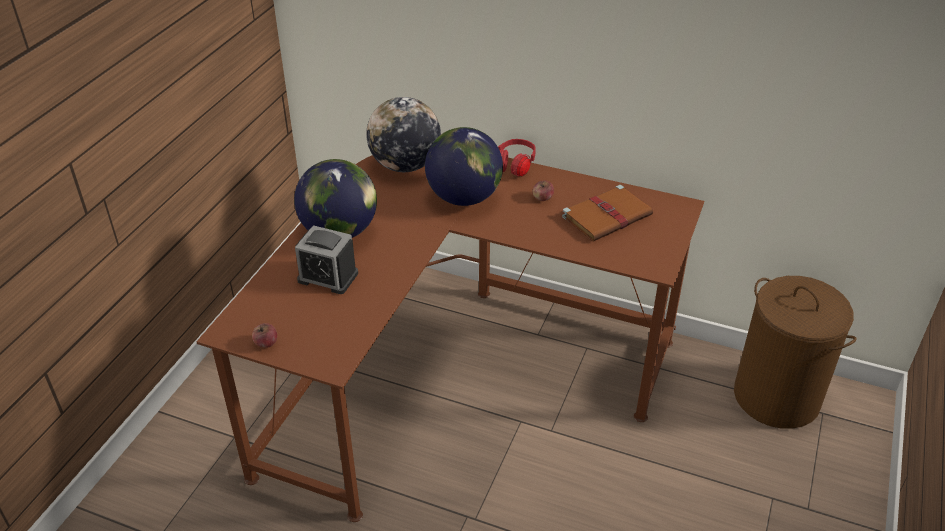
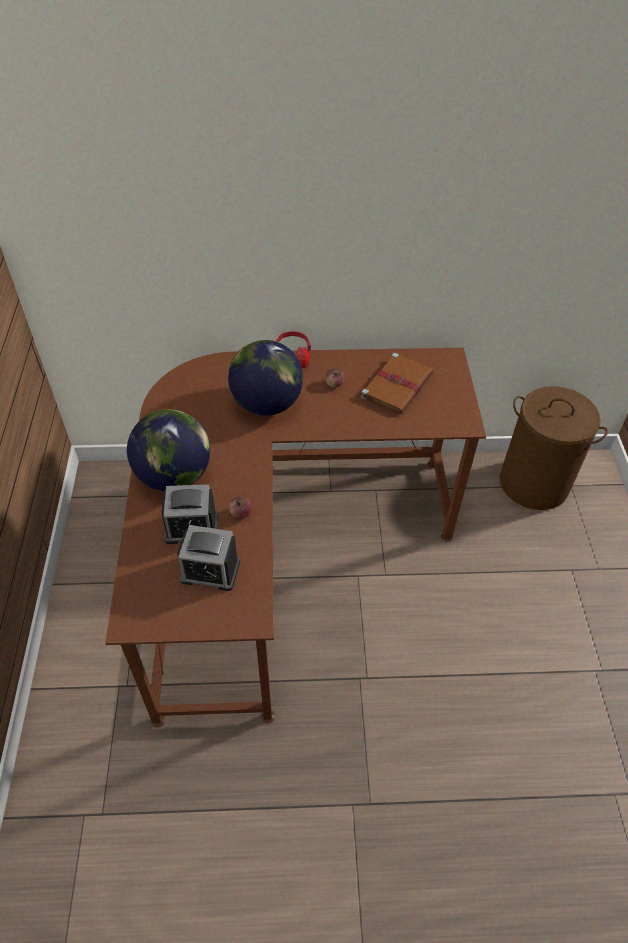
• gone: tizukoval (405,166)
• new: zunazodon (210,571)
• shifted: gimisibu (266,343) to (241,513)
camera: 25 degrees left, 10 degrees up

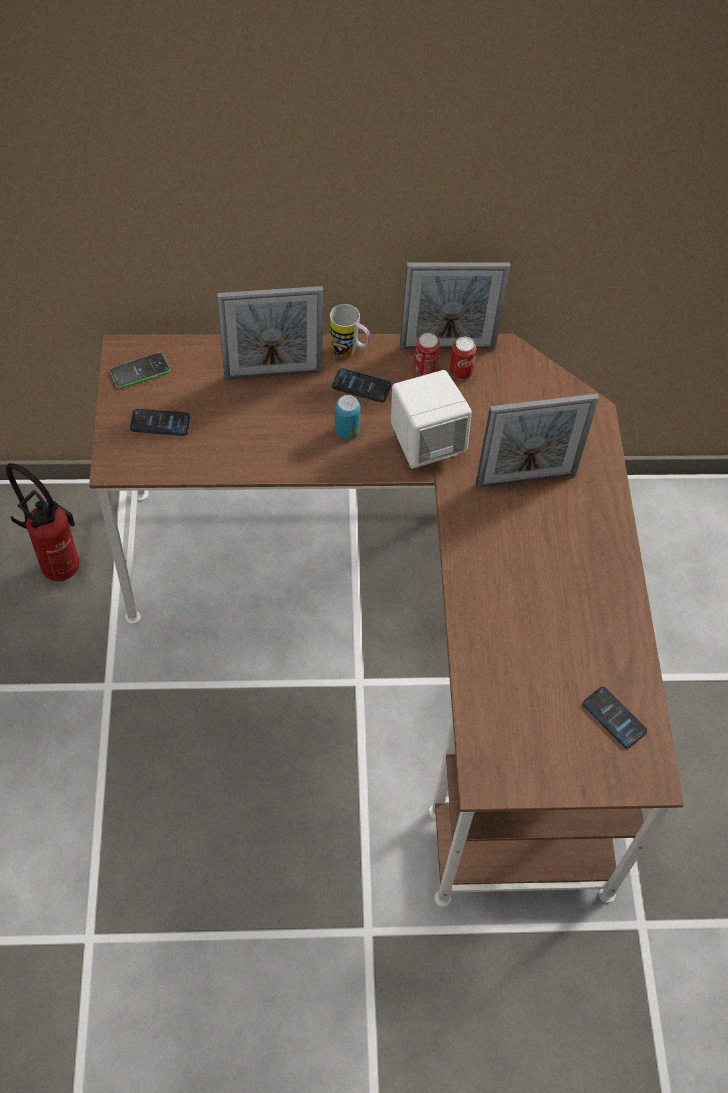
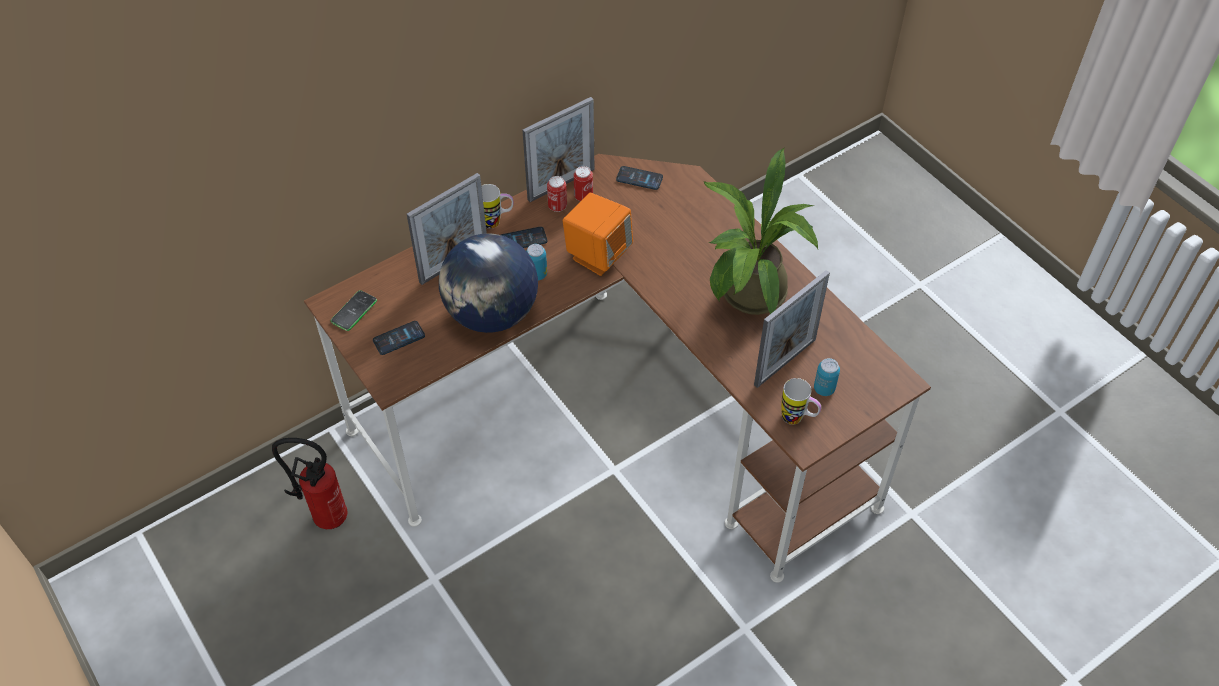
• new: tizukoval (491,314)
• new: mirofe (748,298)
• new: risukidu (798,420)
• new: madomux (824,389)
• shifted: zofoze (525,479) to (785,362)
• shifted: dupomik (614,718) to (639,178)
• repainted: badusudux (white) (426,444) to badusudux (orange) (598,254)
camera: 30 degrees left, 5 degrees down

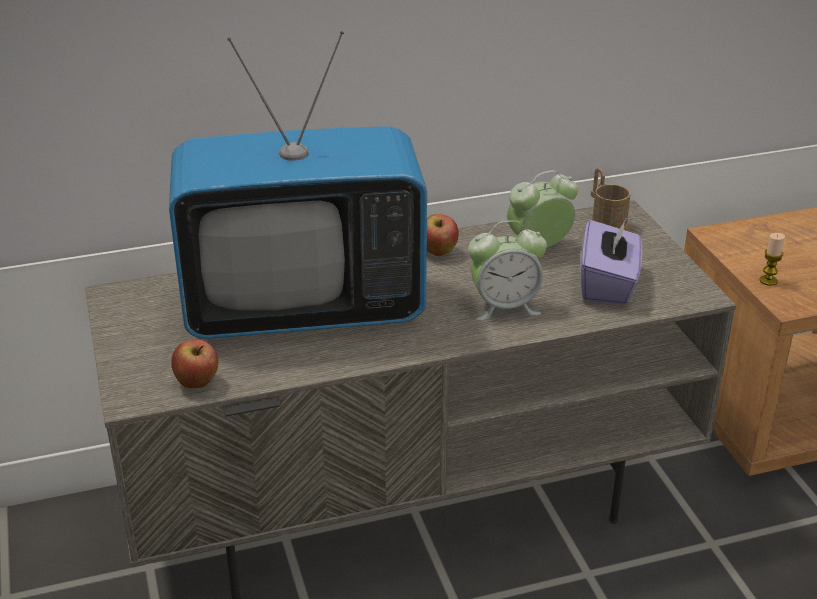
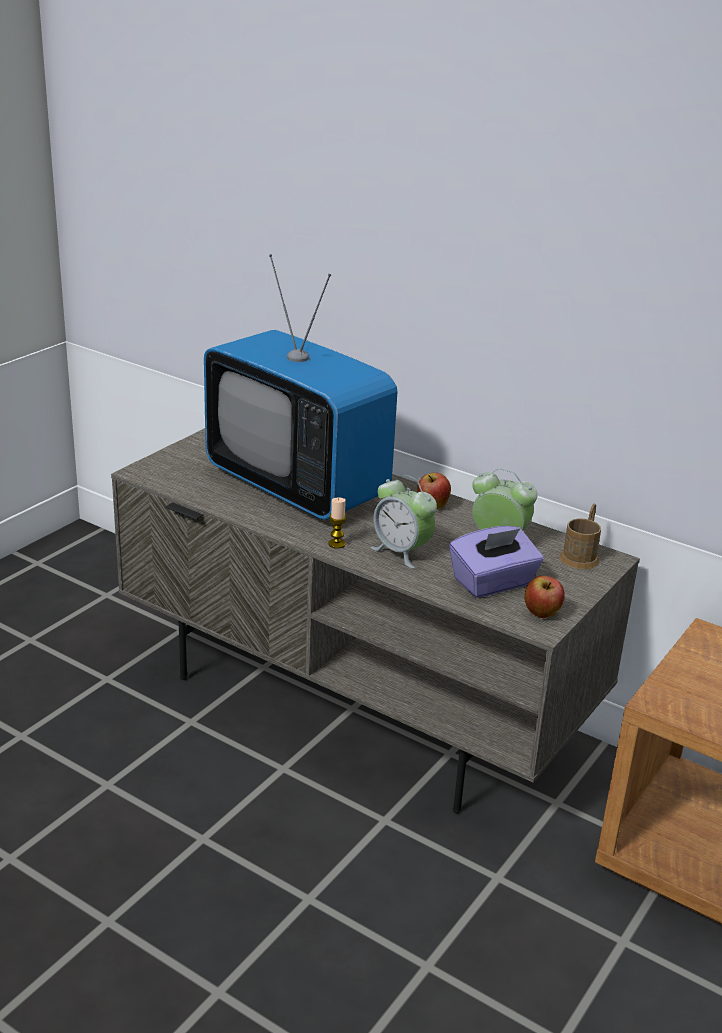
• shifted: gimisibu (197,383) to (541,614)
• shifted: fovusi (768,280) to (336,544)
camera: 50 degrees right, 5 degrees down

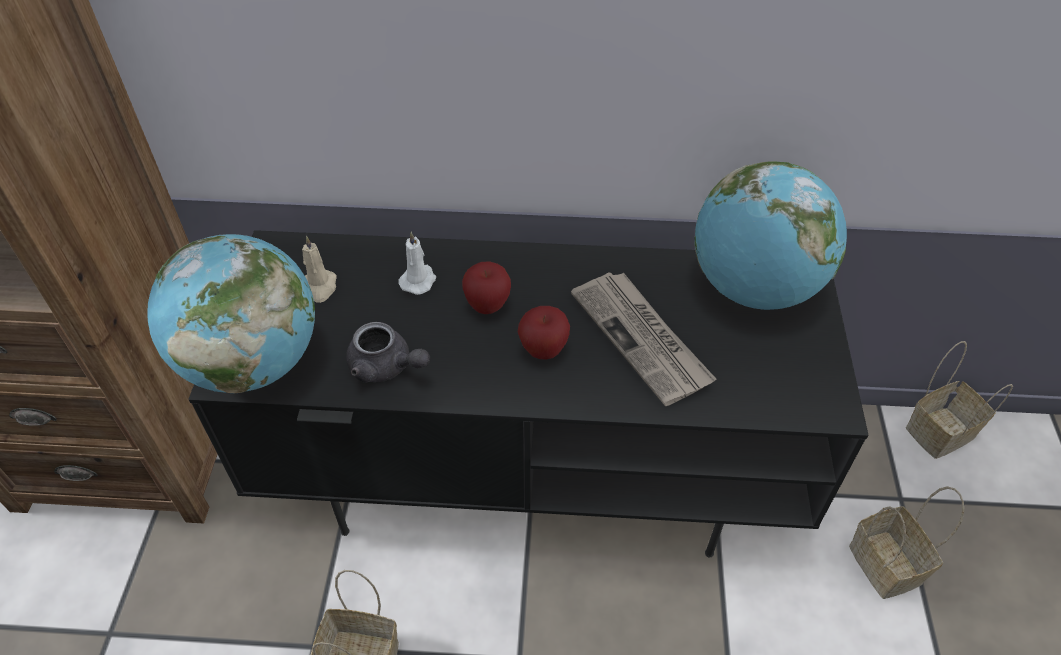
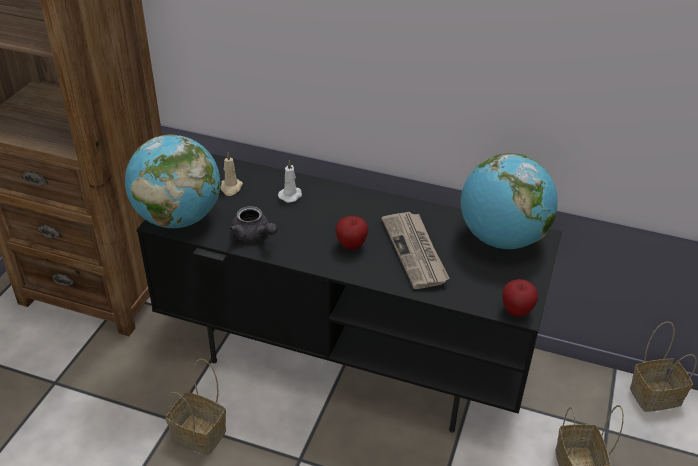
• shifted: gimisibu (487,306) to (516,311)
camera: 15 degrees right, 10 degrees down

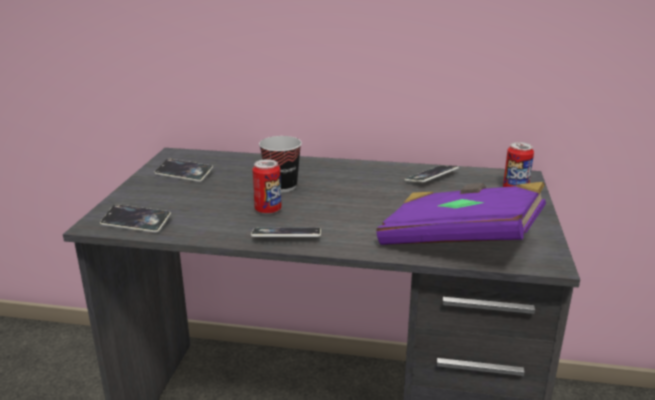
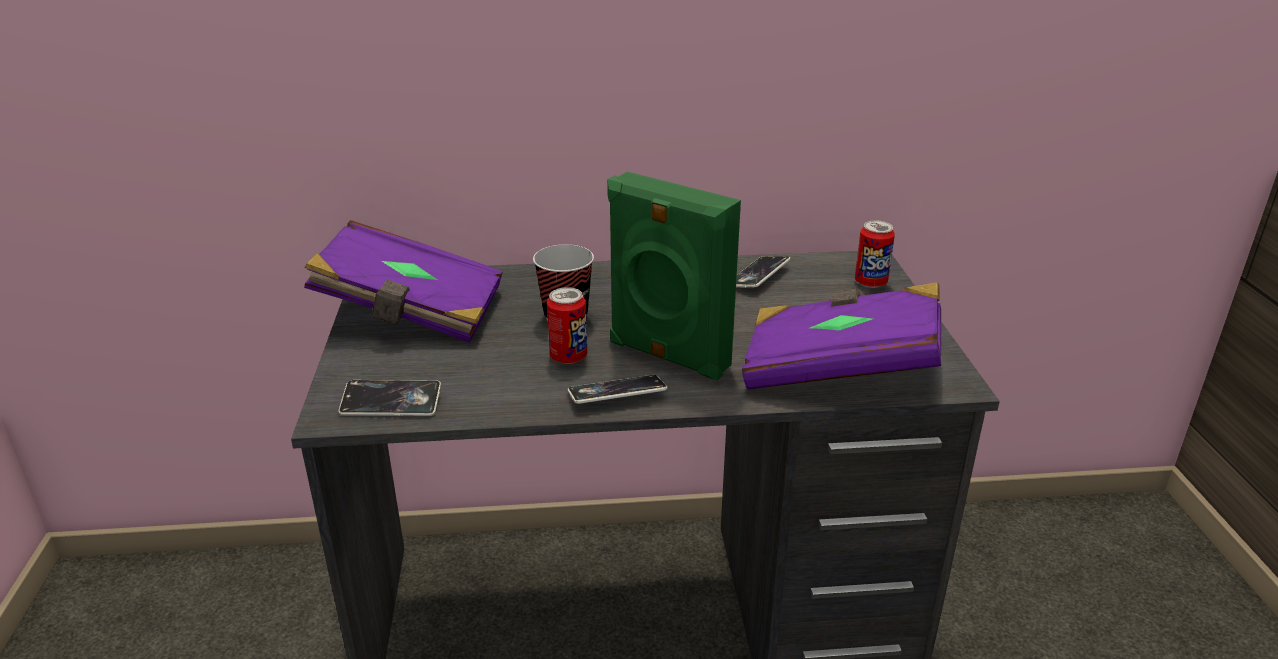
• new: badusudux (green) (667,356)
• swapped: dupomik (184,173) to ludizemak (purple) (411,313)
camera: 15 degrees left, 5 degrees up

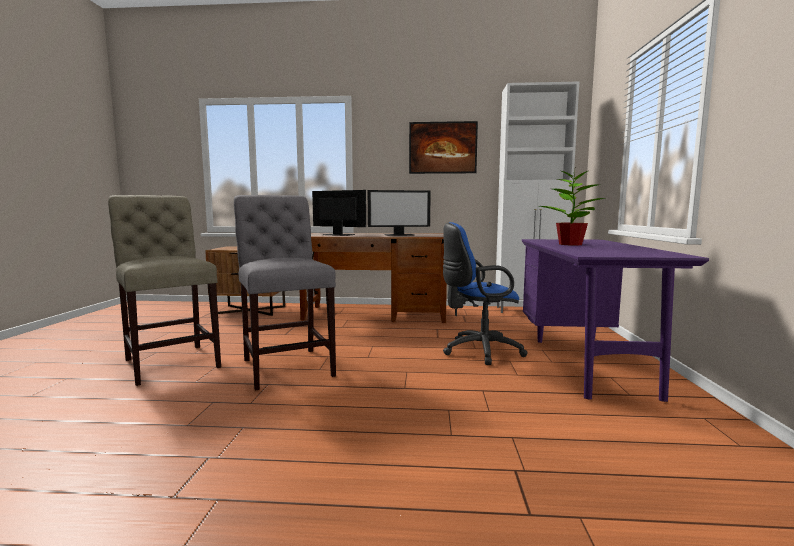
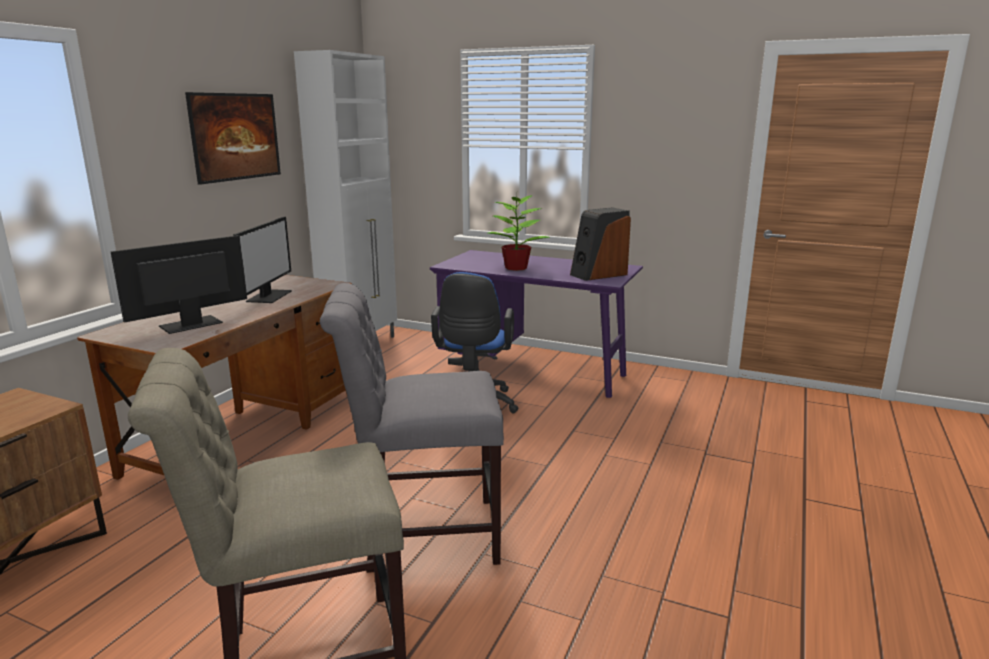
• new: badusudux (598,274)
camera: 70 degrees left, 10 degrees up

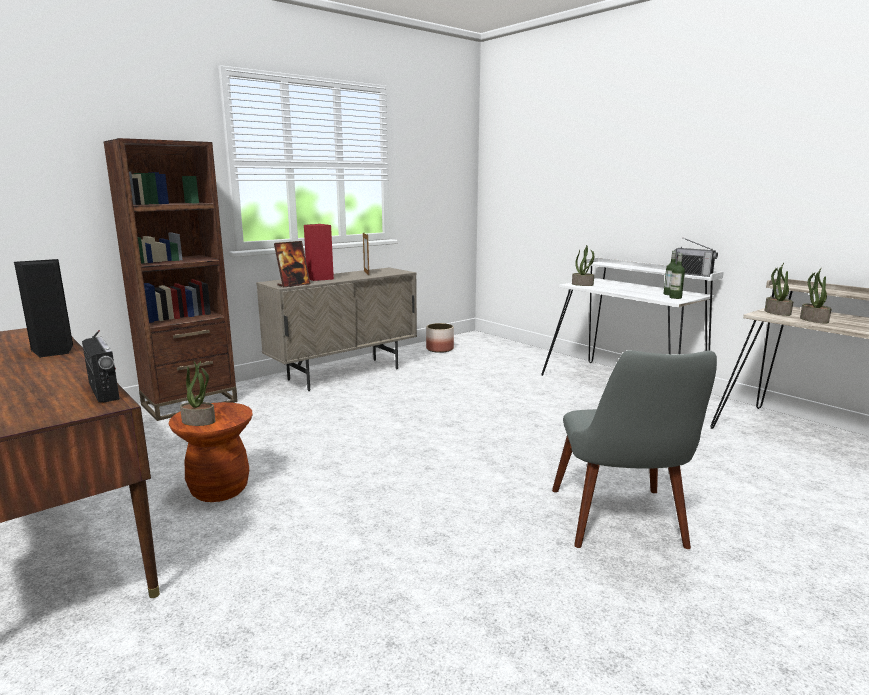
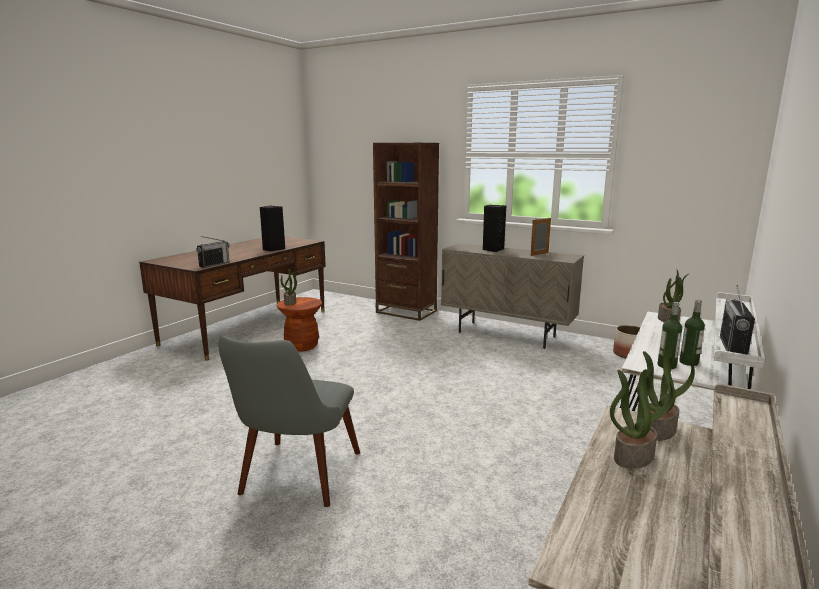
• gone: zofoze (293,285)
• repainted: badusudux (red) (319,279) to badusudux (black) (493,249)
• rotated: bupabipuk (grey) (623,527) = (295,481) 60 degrees counterclockwise
camera: 70 degrees right, 0 degrees up

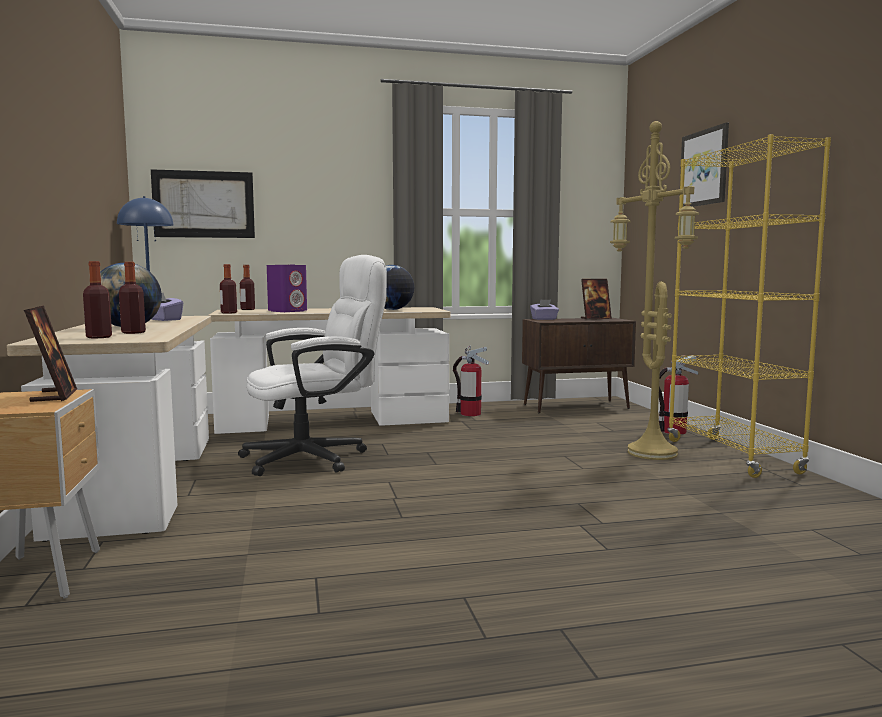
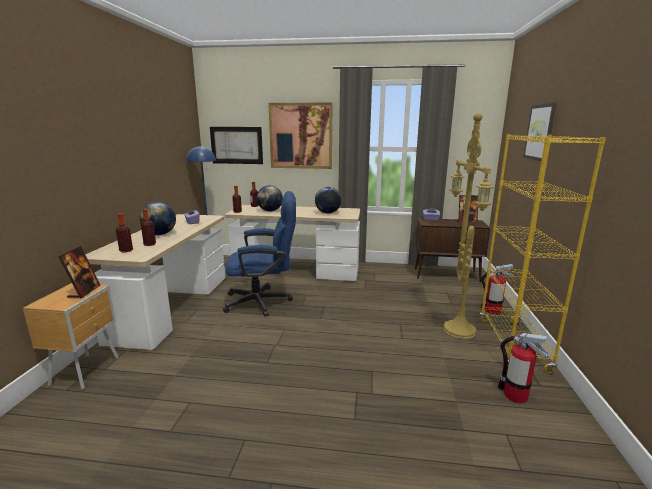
• new: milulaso (301,136)
• shifted: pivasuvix (470,414) to (515,395)
• swapped: badusudux (purple) (288,311) to tizukoval (270,211)
• repainted: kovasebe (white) (316,457) to kovasebe (blue) (264,301)
camera: 20 degrees right, 10 degrees up

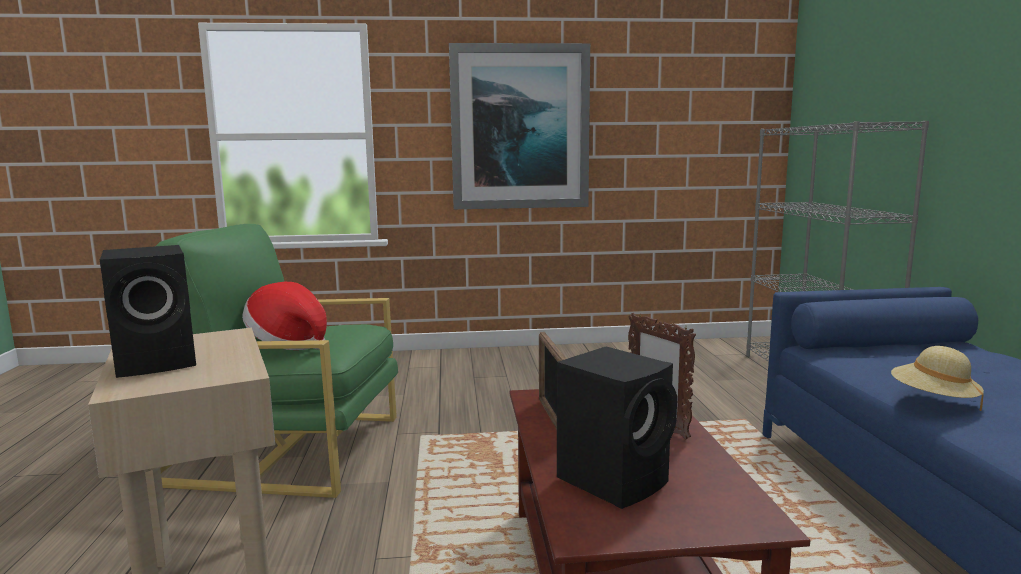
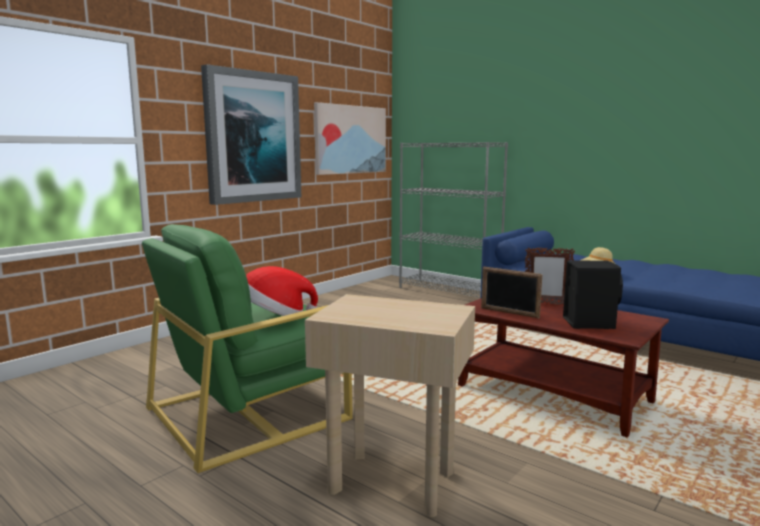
• gone: badusudux (black) (160,362)
• new: milulaso (350,139)
camera: 45 degrees left, 0 degrees up

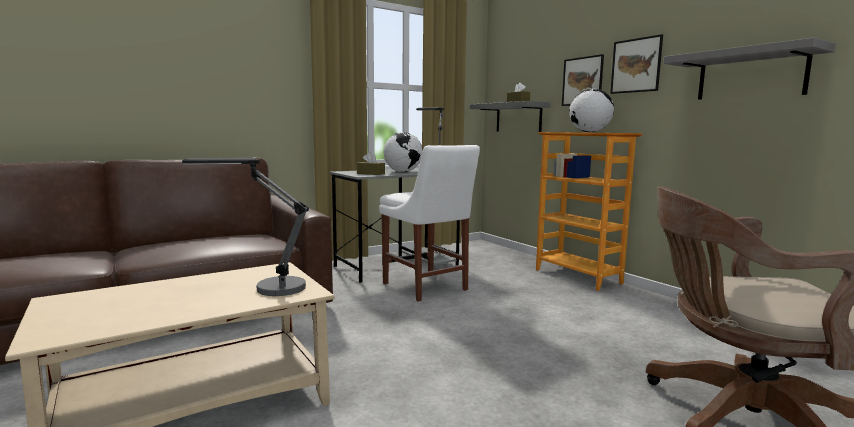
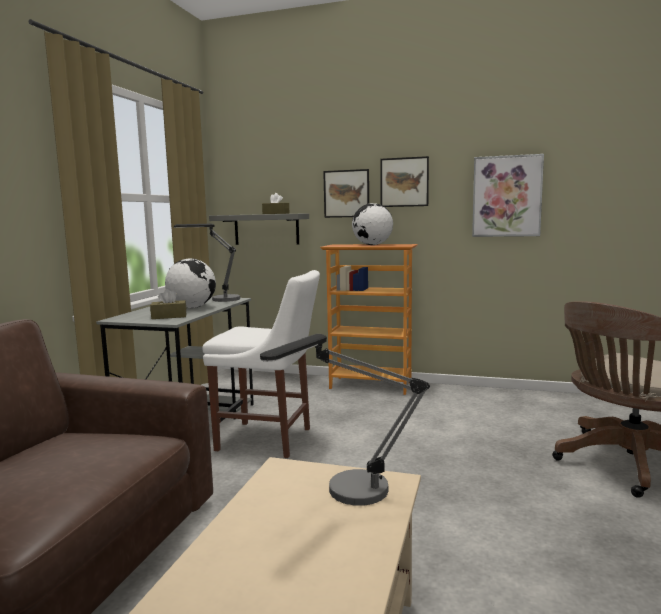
• swapped: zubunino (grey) (750,75) to milulaso (506,196)
camera: 40 degrees left, 0 degrees up

